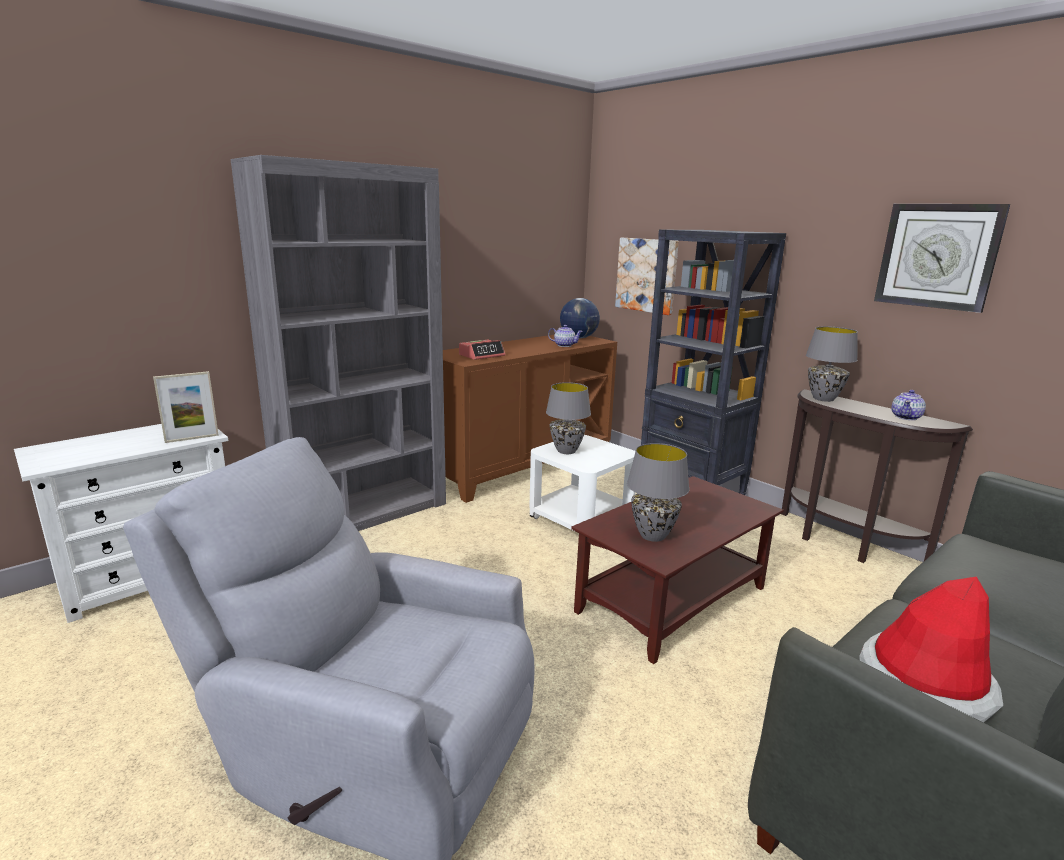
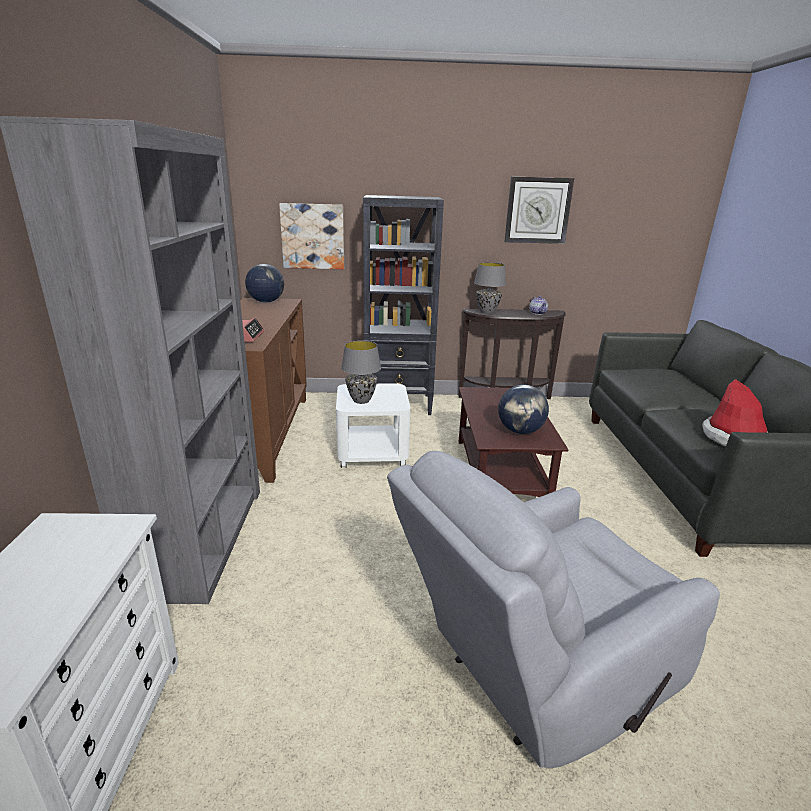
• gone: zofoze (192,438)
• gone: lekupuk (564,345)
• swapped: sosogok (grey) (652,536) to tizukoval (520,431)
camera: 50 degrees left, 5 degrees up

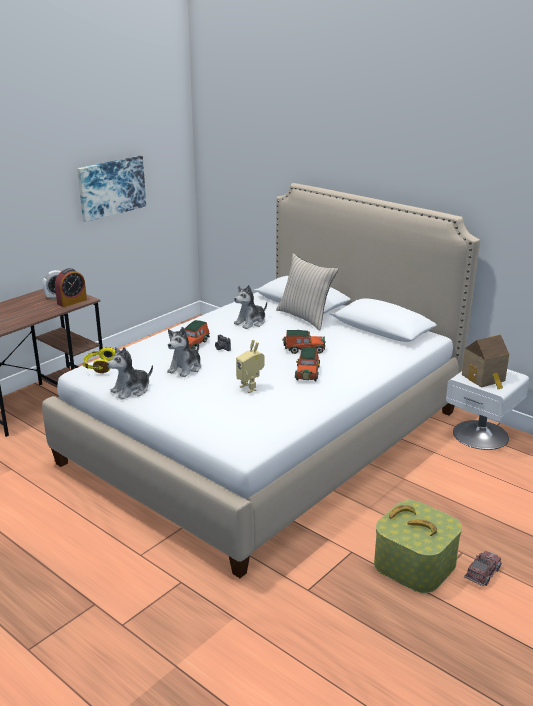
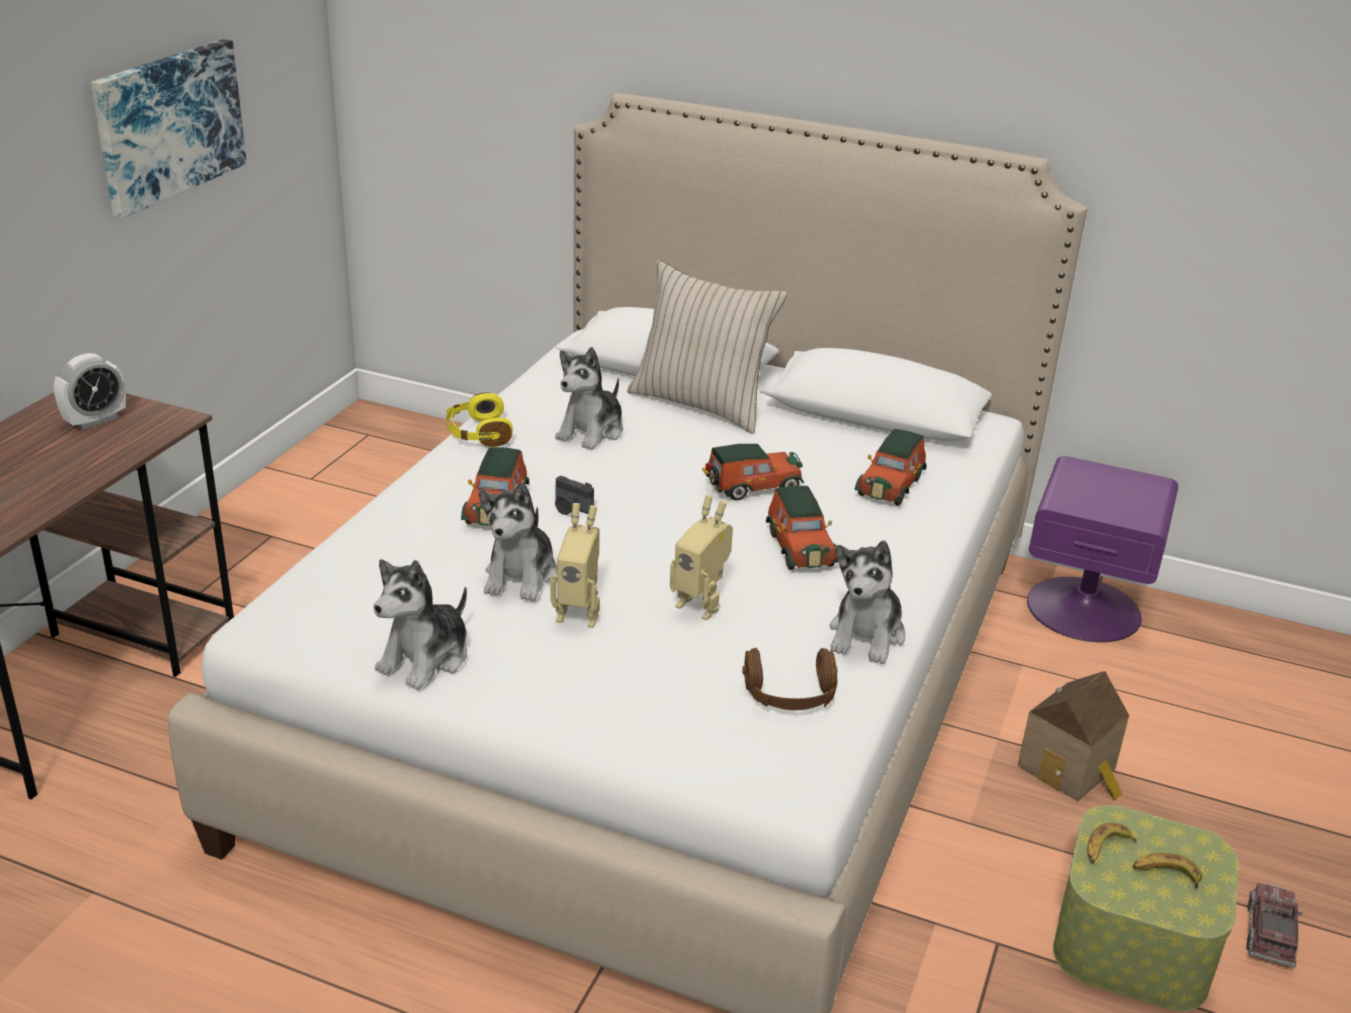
• gone: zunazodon (72,302)
• new: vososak (579,614)
• new: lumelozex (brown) (790,696)
• new: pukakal (867,635)
• new: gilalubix (891,484)
• shifted: lumelozex (yellow) (99,366) to (478,433)
• shifted: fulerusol (484,378) to (1071,770)
• repainted: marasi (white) (481,434) to marasi (purple) (1084,608)
camera: 20 degrees left, 5 degrees up

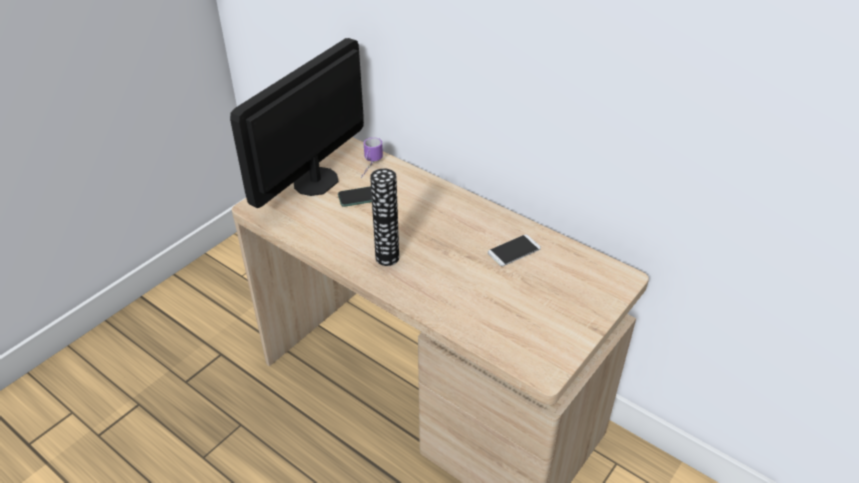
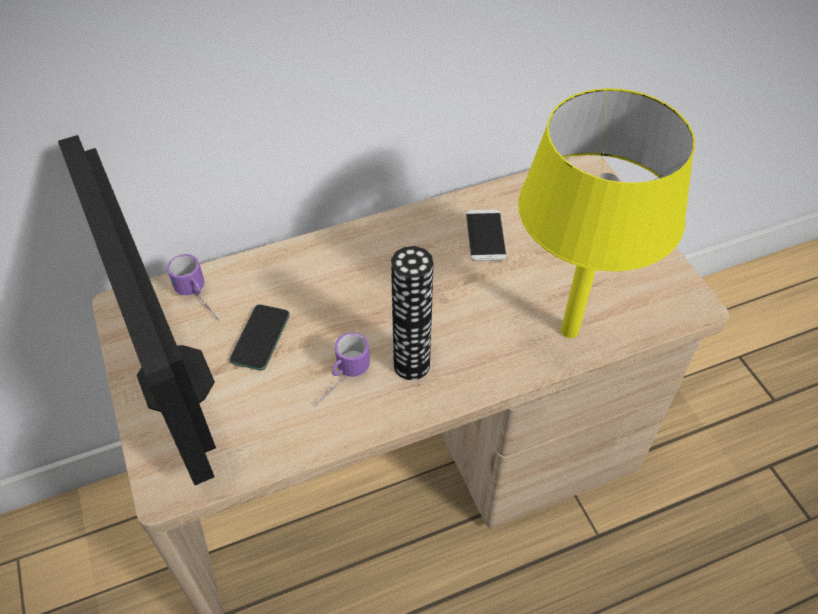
• new: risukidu (340,382)
• new: sosogok (yellow) (569,331)
camera: 60 degrees left, 10 degrees up

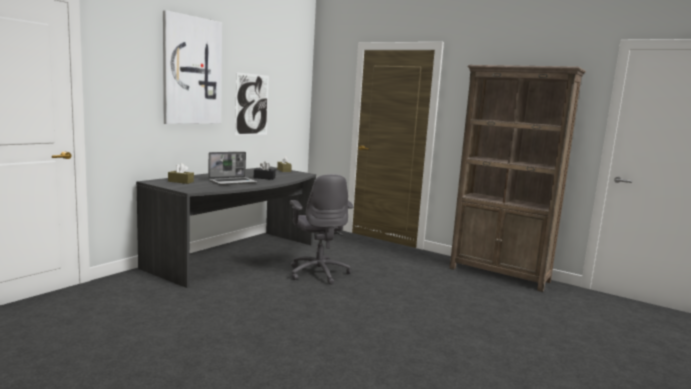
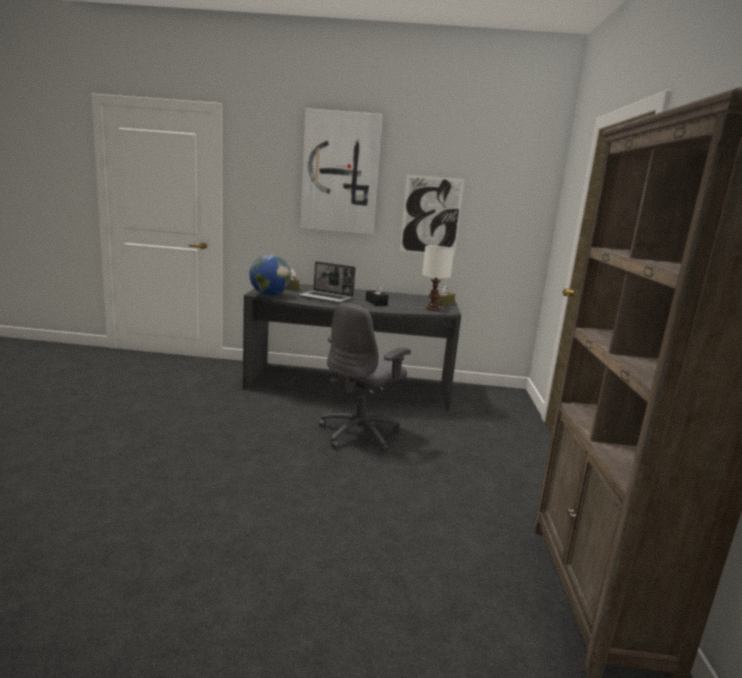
• new: tizukoval (269,295)
• new: sosogok (white) (432,309)
camera: 60 degrees right, 5 degrees up

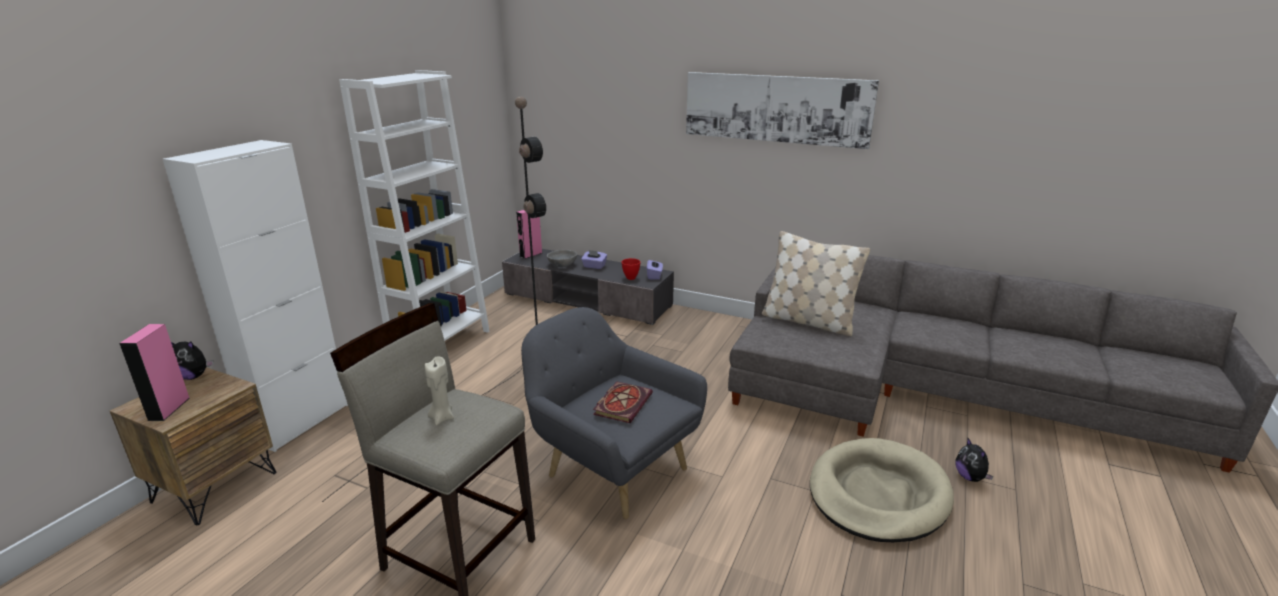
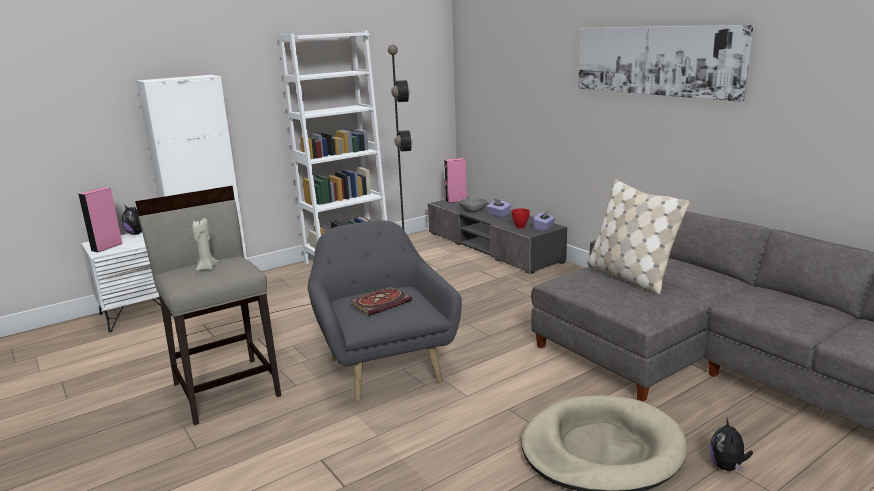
• repainted: marasi (brown) (215,487) to marasi (white) (136,314)
camera: 30 degrees right, 5 degrees down

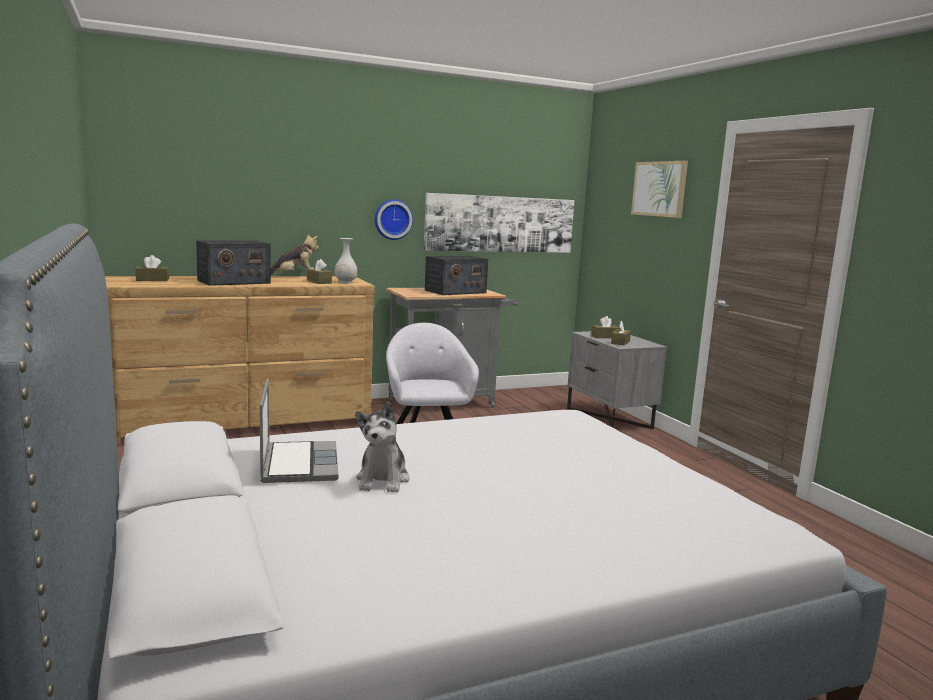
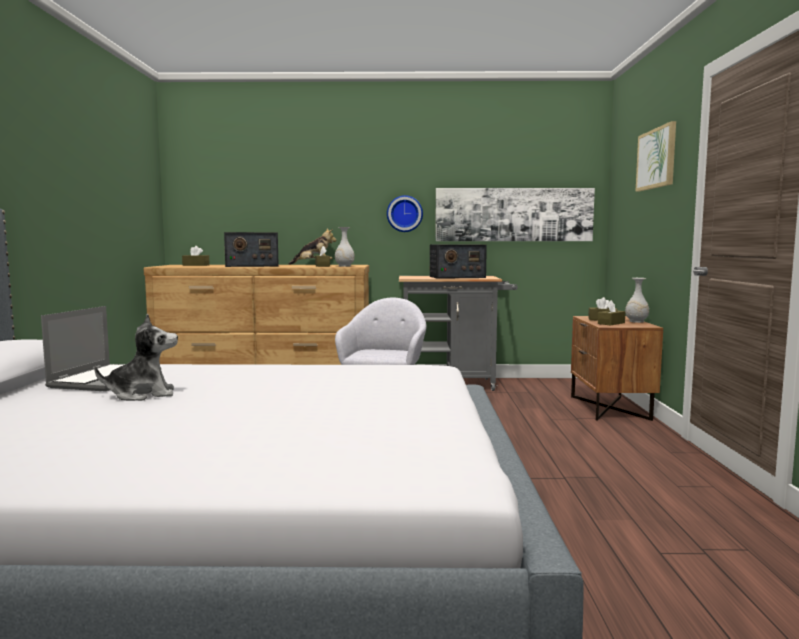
• new: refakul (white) (636,321)
• repainted: marasi (grey) (610,418) to marasi (brown) (610,408)
• rotated: pukakal (383,480) = (142,394) 135 degrees counterclockwise
camera: 25 degrees right, 5 degrees down

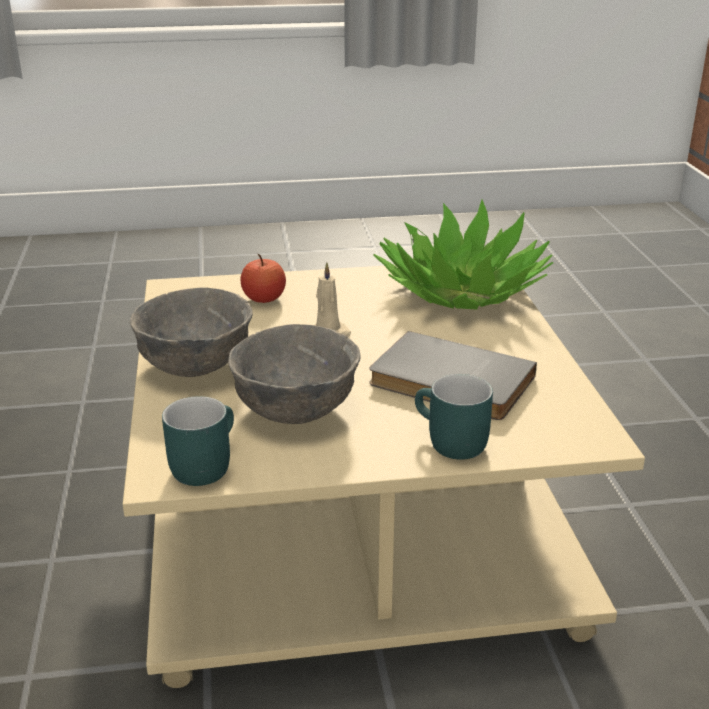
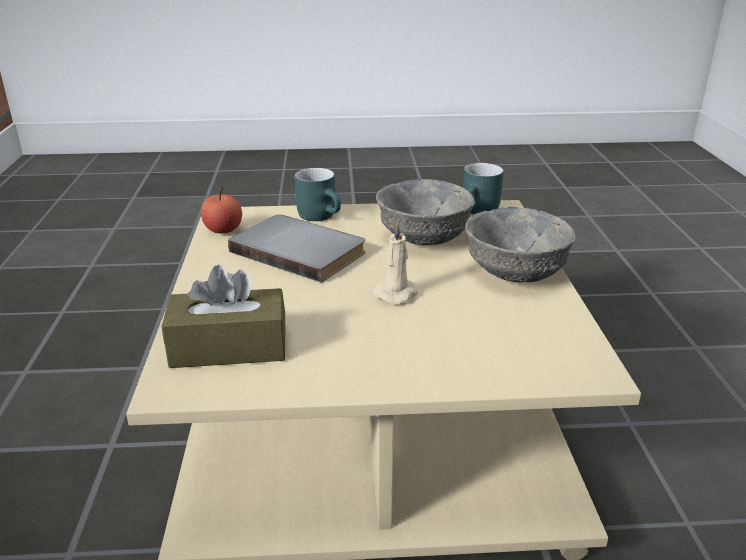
• shifted: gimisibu (264,298) to (223,230)
• swapped: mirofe (460,291) to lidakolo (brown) (229,347)
camera: 175 degrees left, 0 degrees up

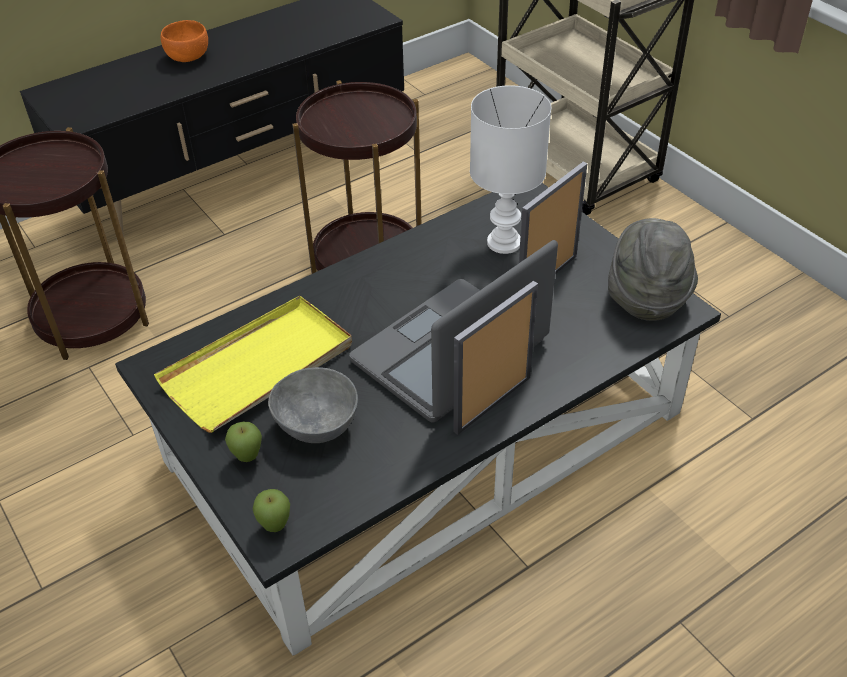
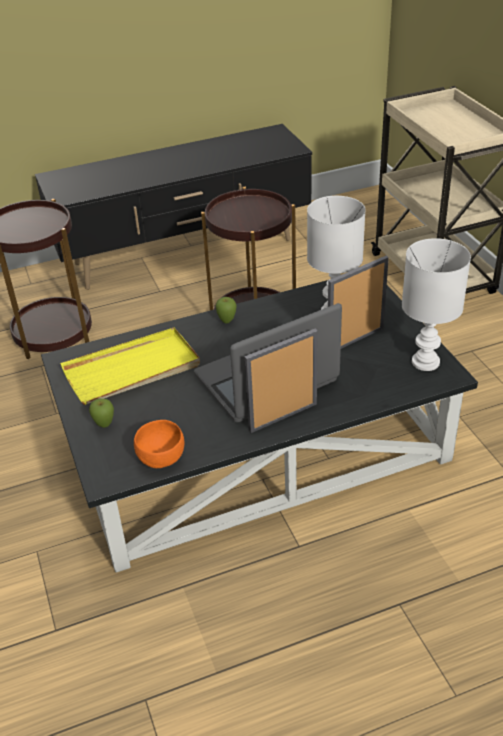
• gone: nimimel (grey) (316,424)
• shifted: nimimel (orange) (188,56) to (161,457)
• shifted: gimisibu (275,526) to (227,321)
• swapped: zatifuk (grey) (646,297) to sosogok (white) (424,362)
camera: 15 degrees right, 5 degrees down

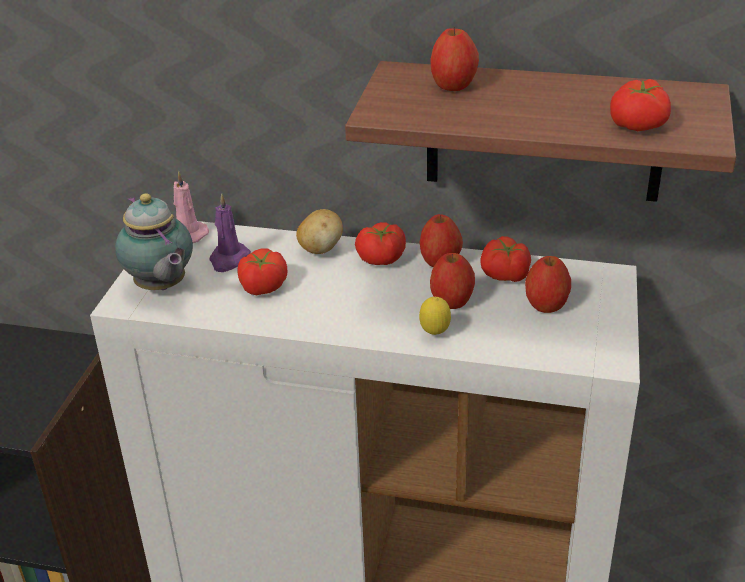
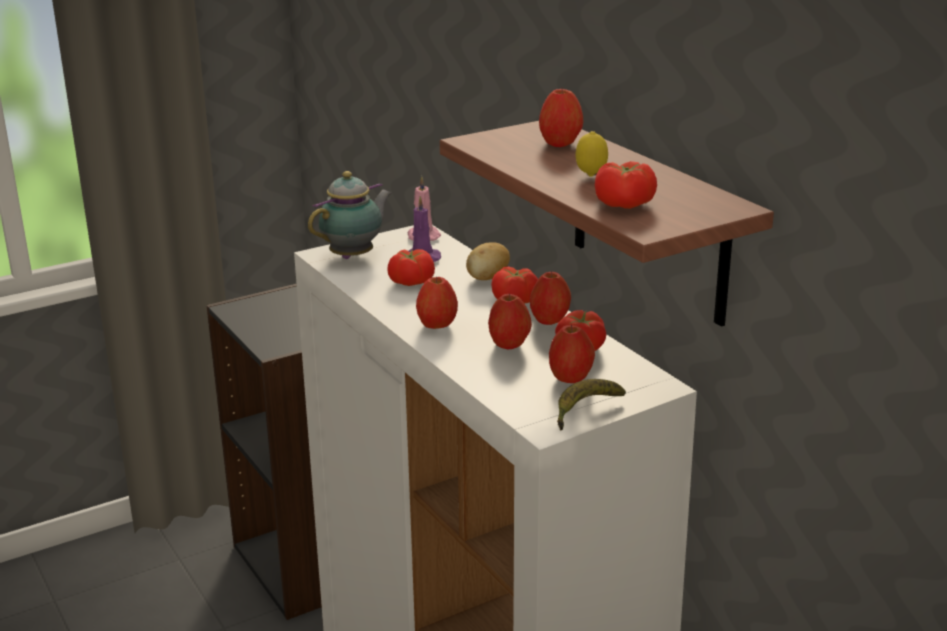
• new: gimisibu (437,325)
• new: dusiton (585,411)
• shifted: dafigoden (434,334) to (591,176)
• rotated: lekupuk (161,287) = (354,256) 150 degrees counterclockwise
camera: 45 degrees right, 10 degrees down

